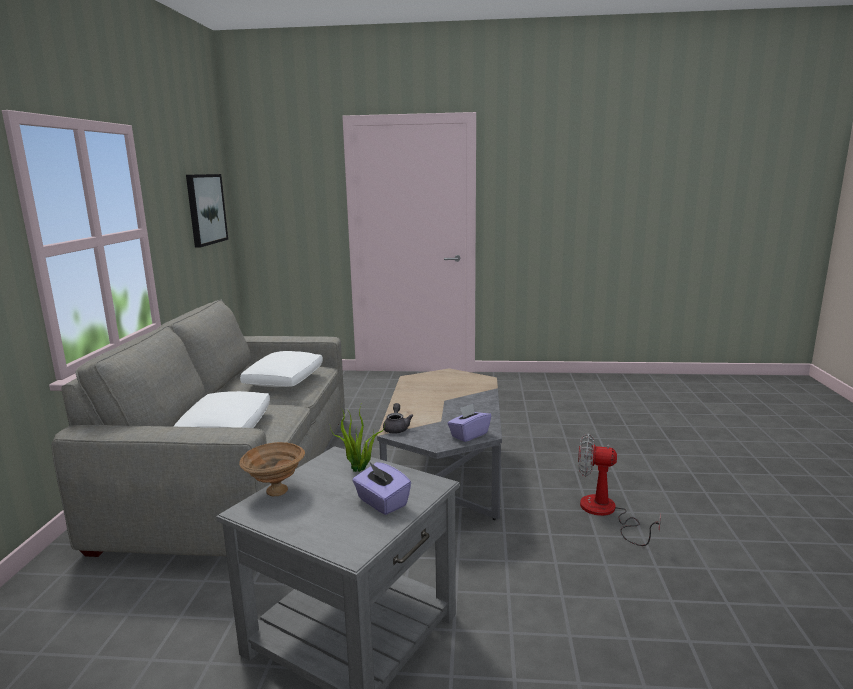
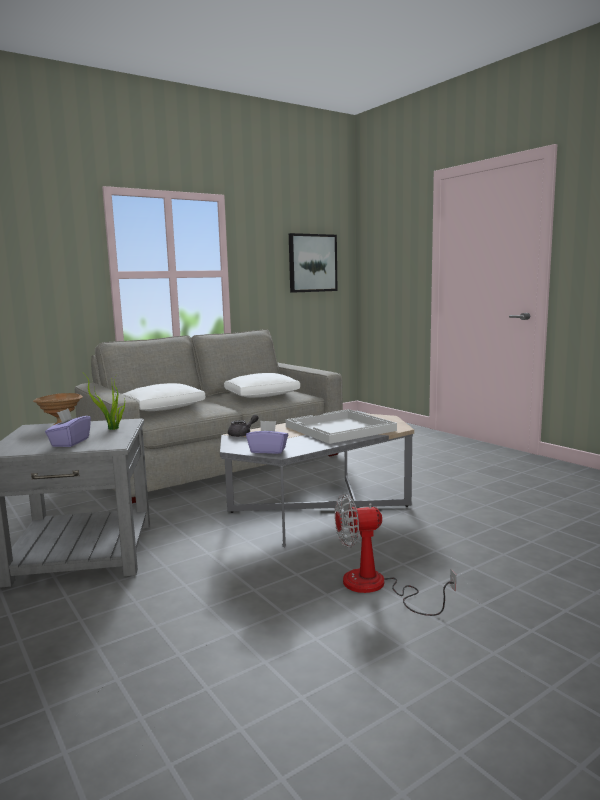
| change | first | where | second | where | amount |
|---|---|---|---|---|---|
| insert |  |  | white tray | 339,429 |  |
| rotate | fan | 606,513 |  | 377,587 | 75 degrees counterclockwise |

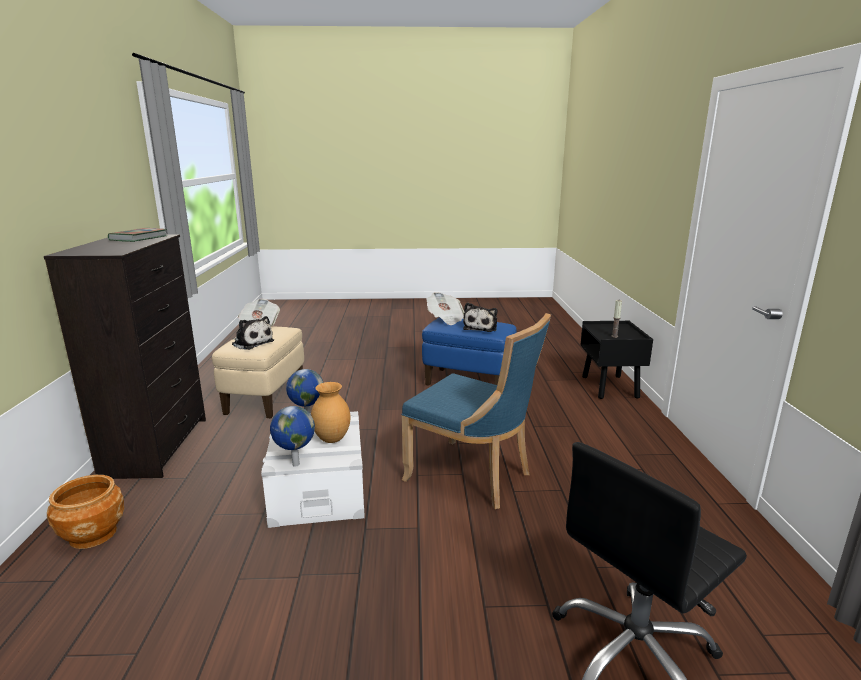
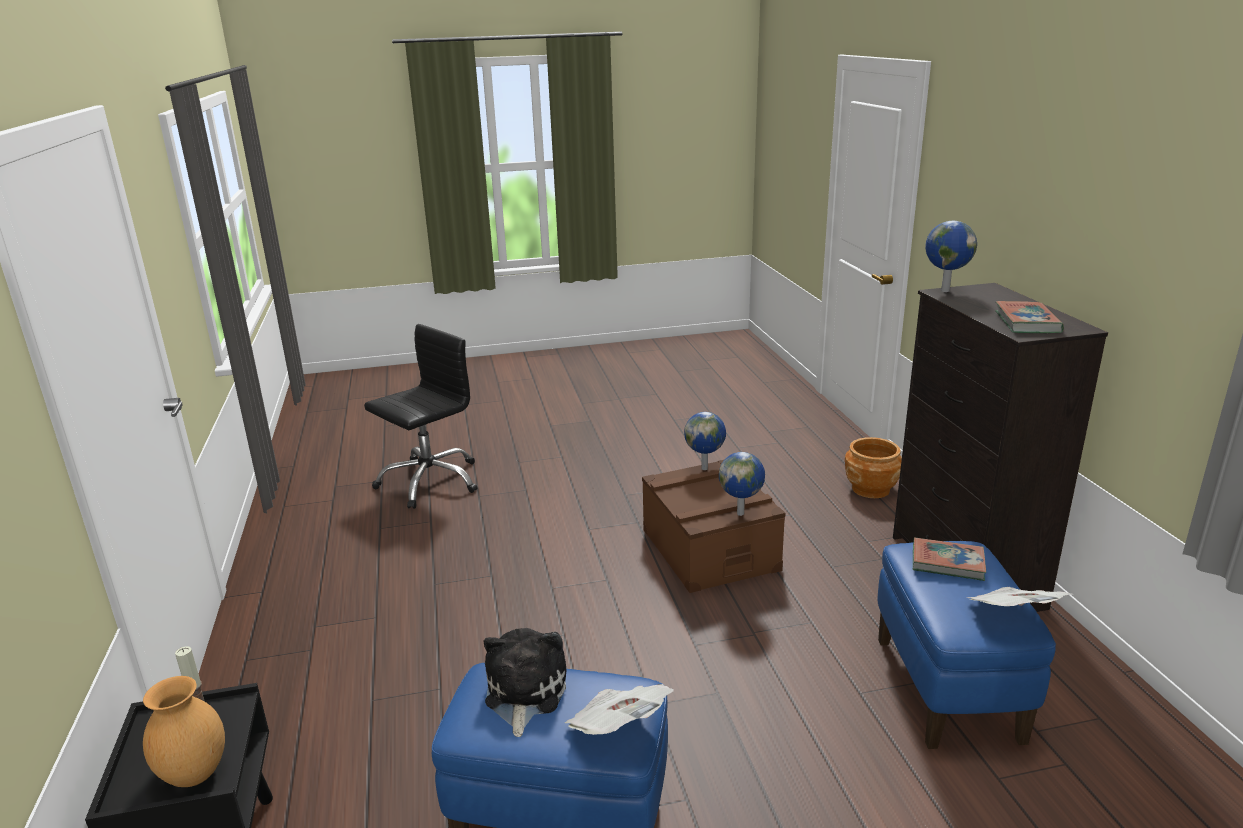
| change | first | where | second | where | amount |
|---|---|---|---|---|---|
| move | brown vase | 331,439 |  | 196,774 |  |
| recolor | white storage box | 319,489 | brown storage box | 709,549 |  |
| recolor | beige ottoman | 265,399 | blue ottoman | 946,688 |  |
| replace | plush toy | 251,343 | book | 947,563 |  |
| insert |  |  | globe | 944,290 |  |
| delete | blue chair | 473,476 |  |  |  |

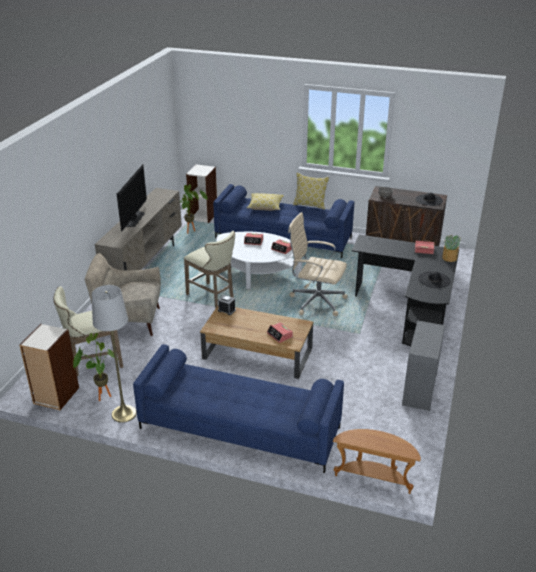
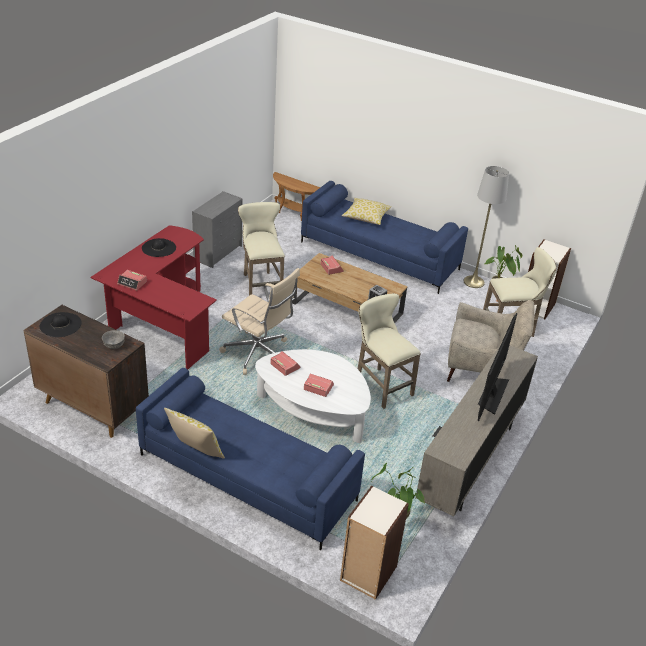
| change | first | where | second | where | amount |
|---|---|---|---|---|---|
| recolor | black desk | 410,310 | red desk | 161,322 |  |
| insert |  |  | beige stool | 261,284 |  |
| move | pillow | 265,207 |  | 366,217 |  |
| delete | potted plant | 449,258 |  |  |  |

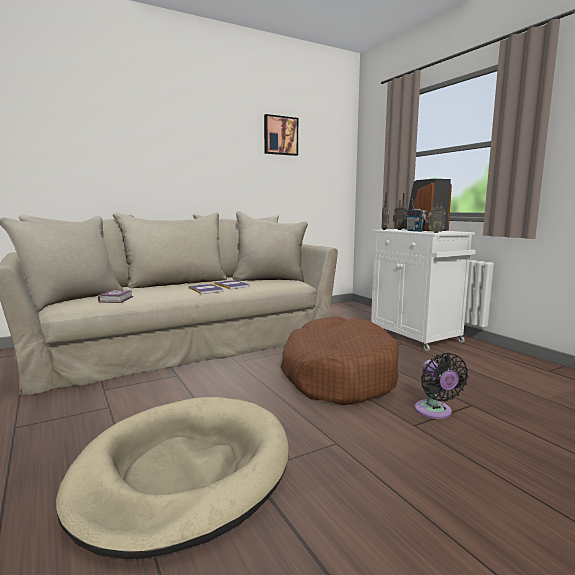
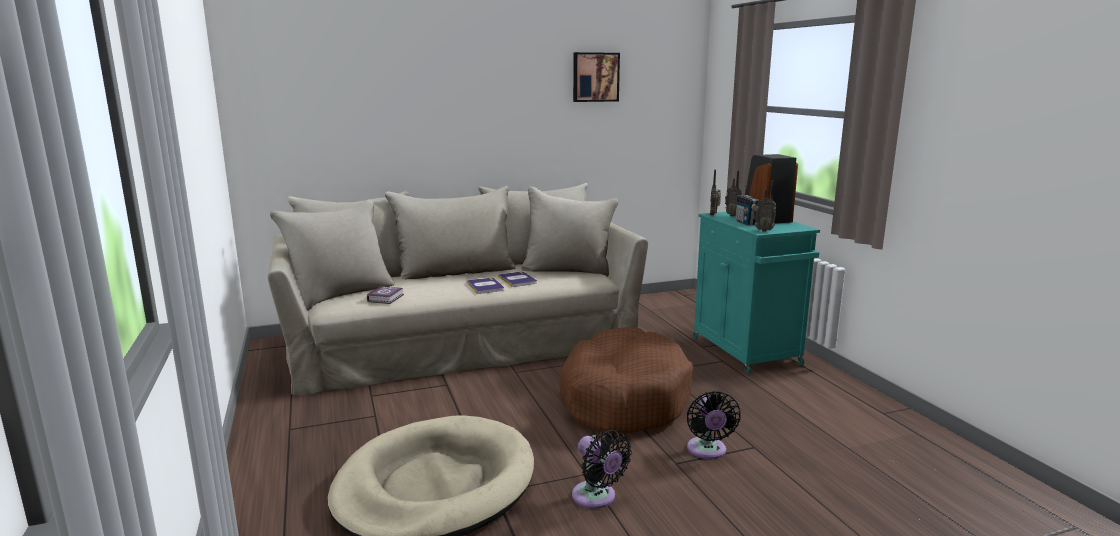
| change | first | where | second | where | amount |
|---|---|---|---|---|---|
| insert |  |  | black fan | 596,498 |  |
| recolor | white cabinet | 416,336 | turquoise cabinet | 747,352 |  |

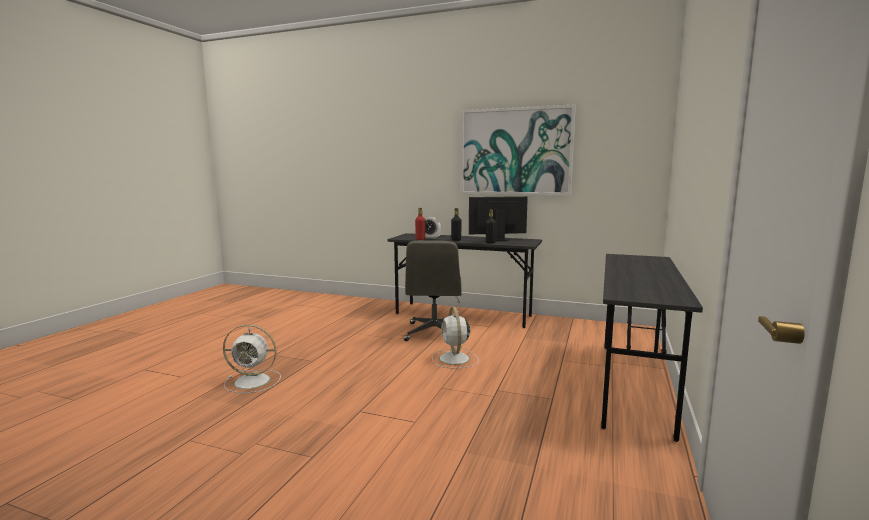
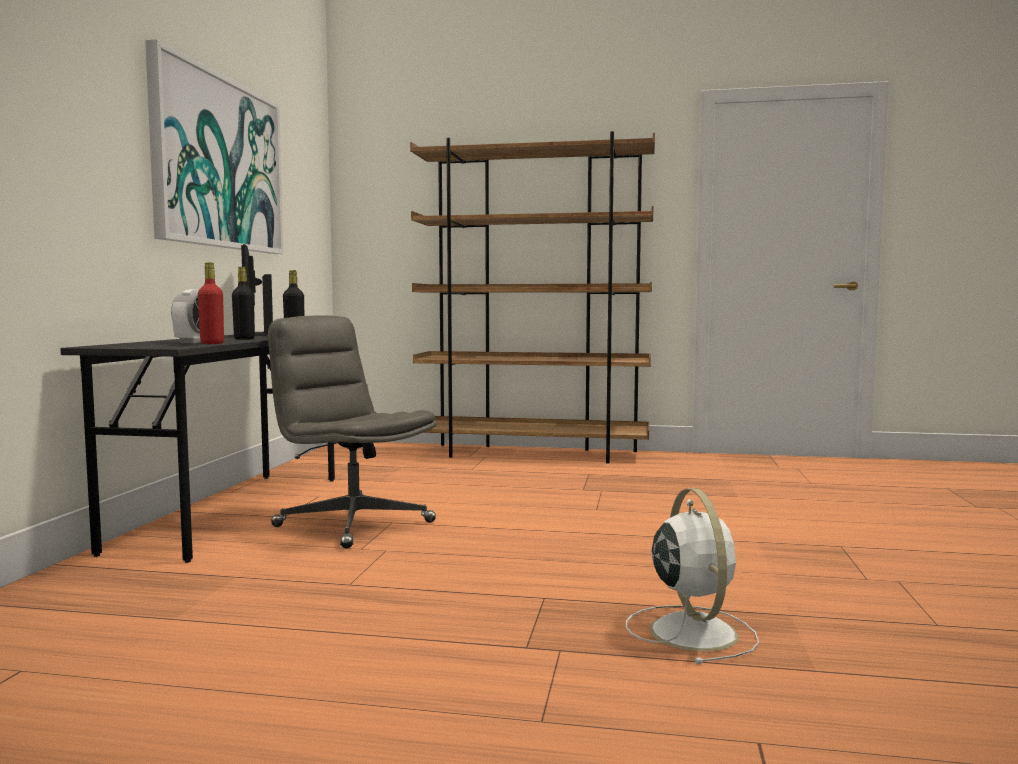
| change | first | where | second | where | amount |
|---|---|---|---|---|---|
| rotate | grey office chair | 434,333 |  | 352,524 | 135 degrees counterclockwise |
| replace | grey desk | 634,385 | brown bookcase | 533,454 |  |
| delete | white fan | 454,359 |  |  |  |

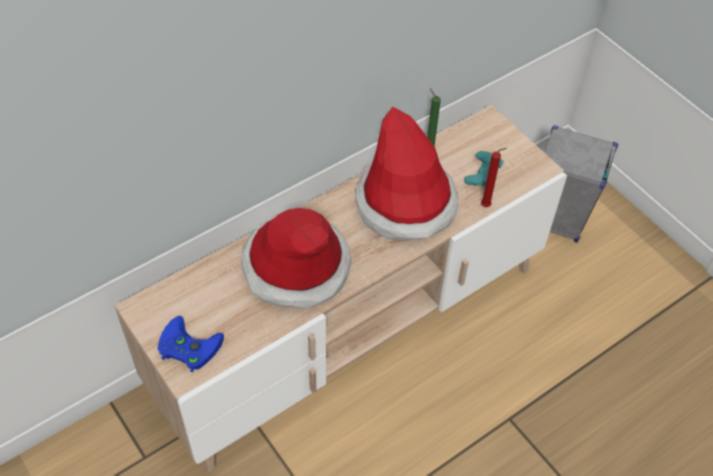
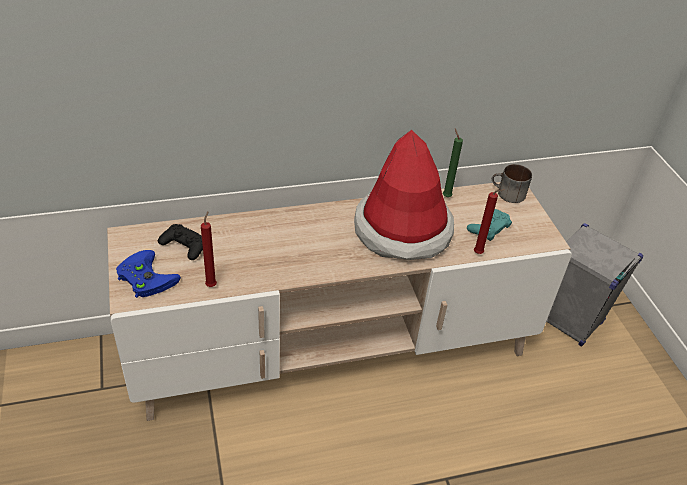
| change | first | where | second | where | amount |
|---|---|---|---|---|---|
| insert |  |  | black game controller | 184,245 |  |
| insert |  |  | red candle | 212,284 |  |
| insert |  |  | mug | 507,194 |  |
| delete | hat | 296,266 |  |  |  |

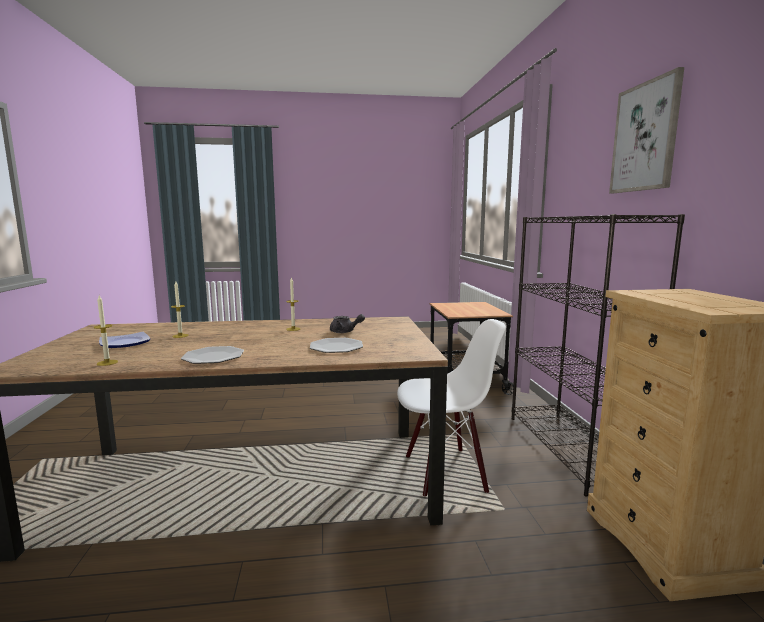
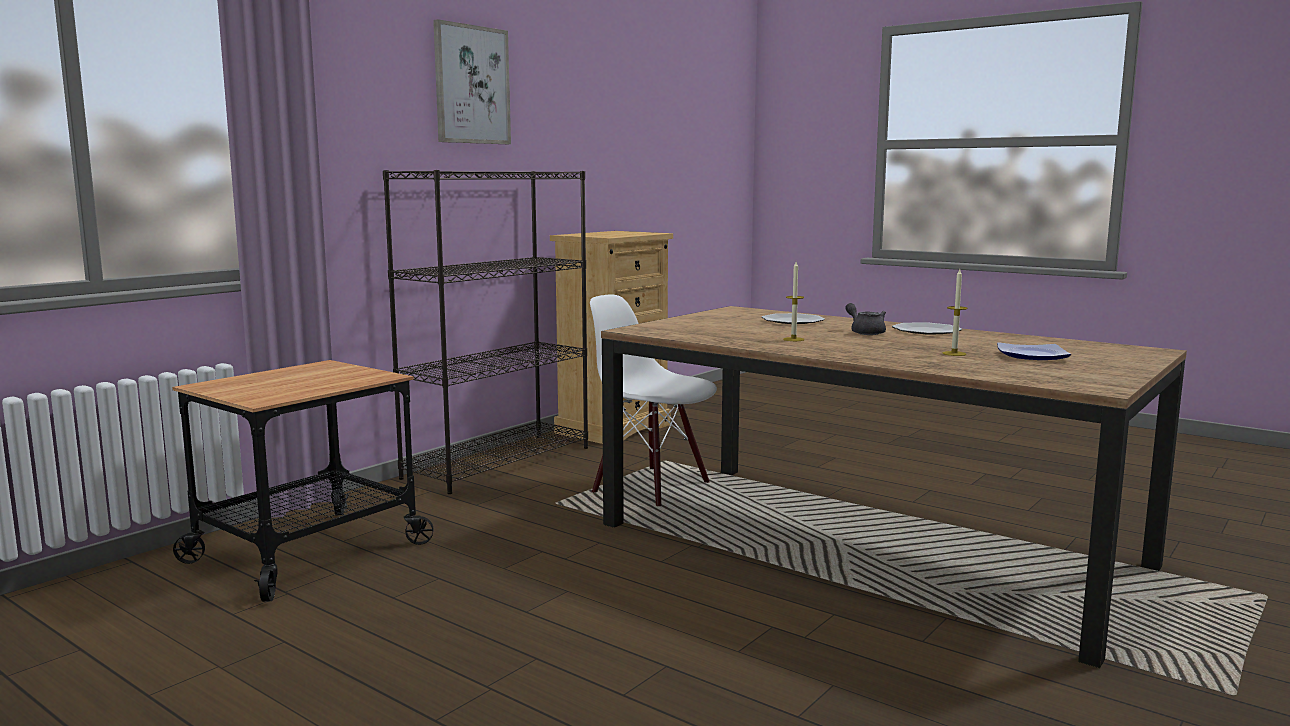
| change | first | where | second | where | amount |
|---|---|---|---|---|---|
| move | grey teapot | 345,332 |  | 865,332 |  |
| delete | candle | 107,363 |  |  |  |

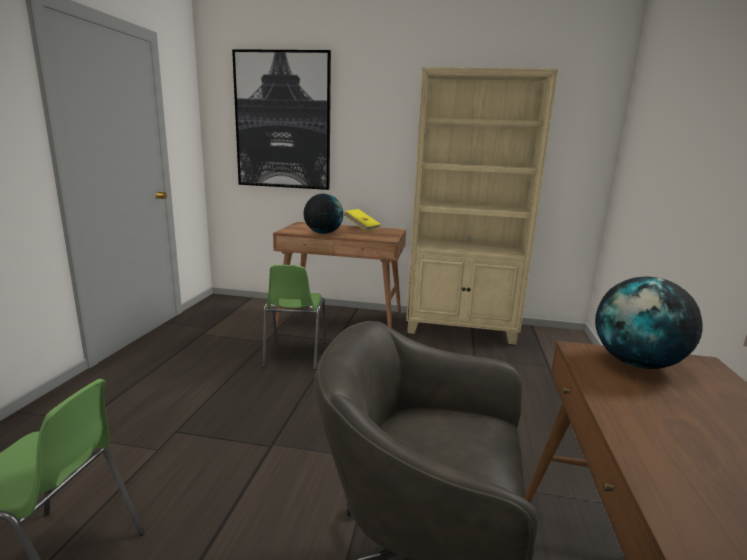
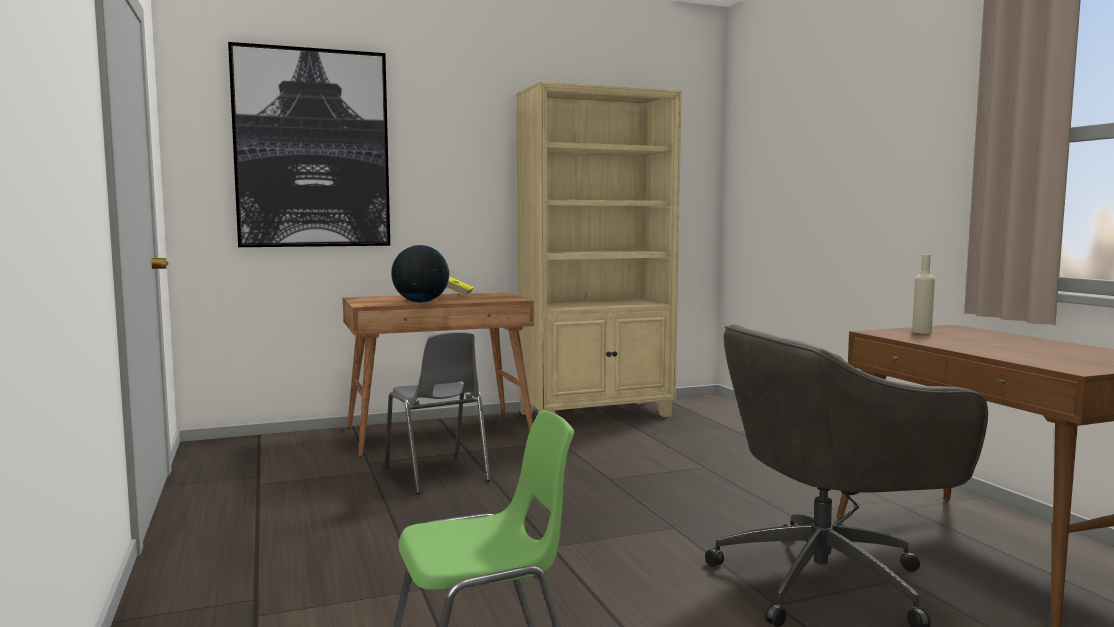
| change | first | where | second | where | amount |
|---|---|---|---|---|---|
| recolor | green chair | 294,354 | grey chair | 437,474 |  |
| replace | globe | 637,363 | beige bottle | 921,332 |  |

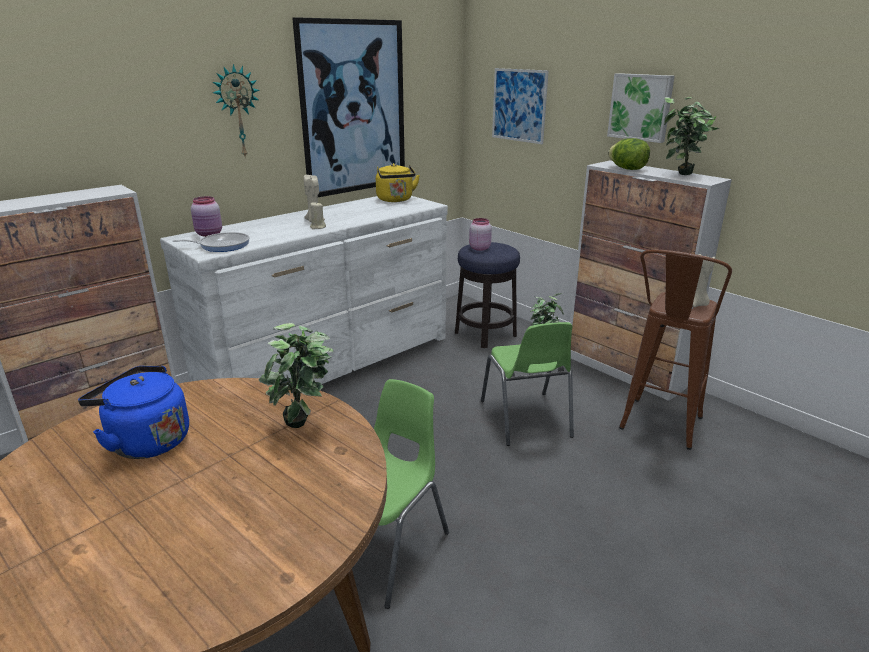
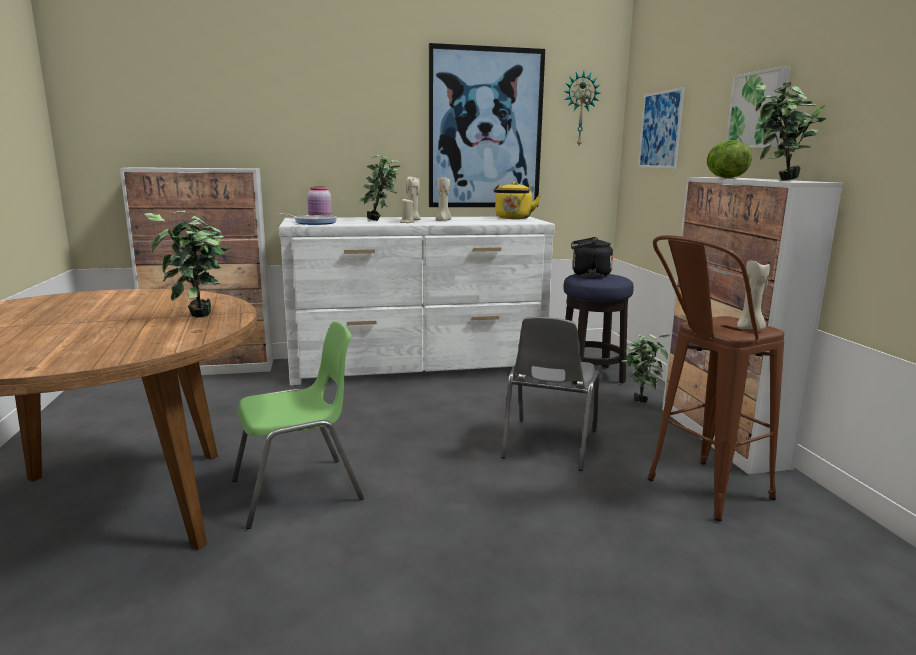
| change | first | where | second | where | amount |
|---|---|---|---|---|---|
| insert |  |  | potted plant | 381,220 |  |
| insert |  |  | beige candle | 443,220 |  |
| recolor | green chair | 526,419 | grey chair | 548,444 |  |
| move | wall clock | 237,112 |  | 580,109 |  |
| replace | pink jar | 479,248 | black kettle | 588,275 |  |
| delete | blue kettle | 146,441 |  |  |  |

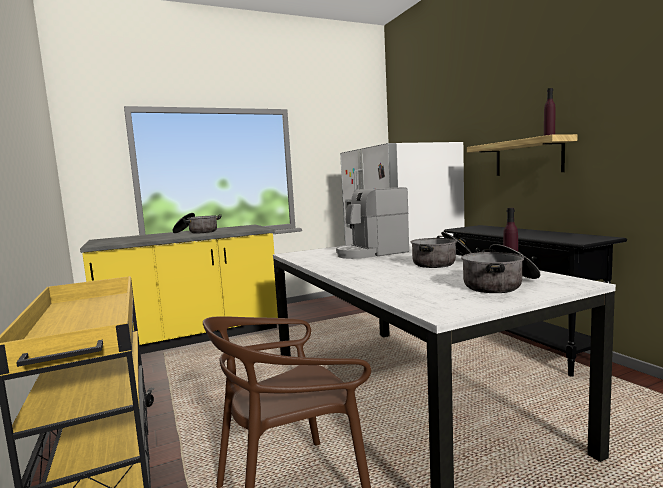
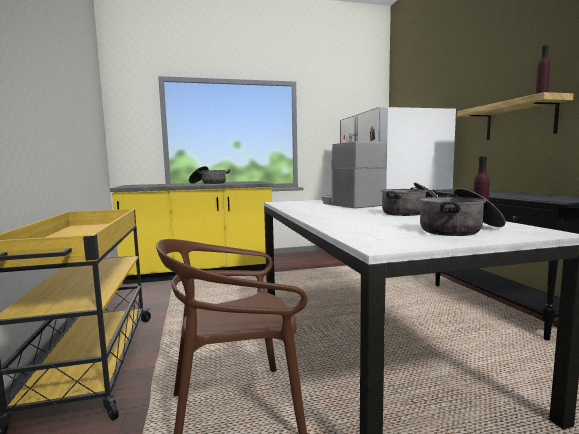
| change | first | where | second | where | amount |
|---|---|---|---|---|---|
| rotate | coffee machine | 371,253 |  | 350,204 | 75 degrees clockwise |

